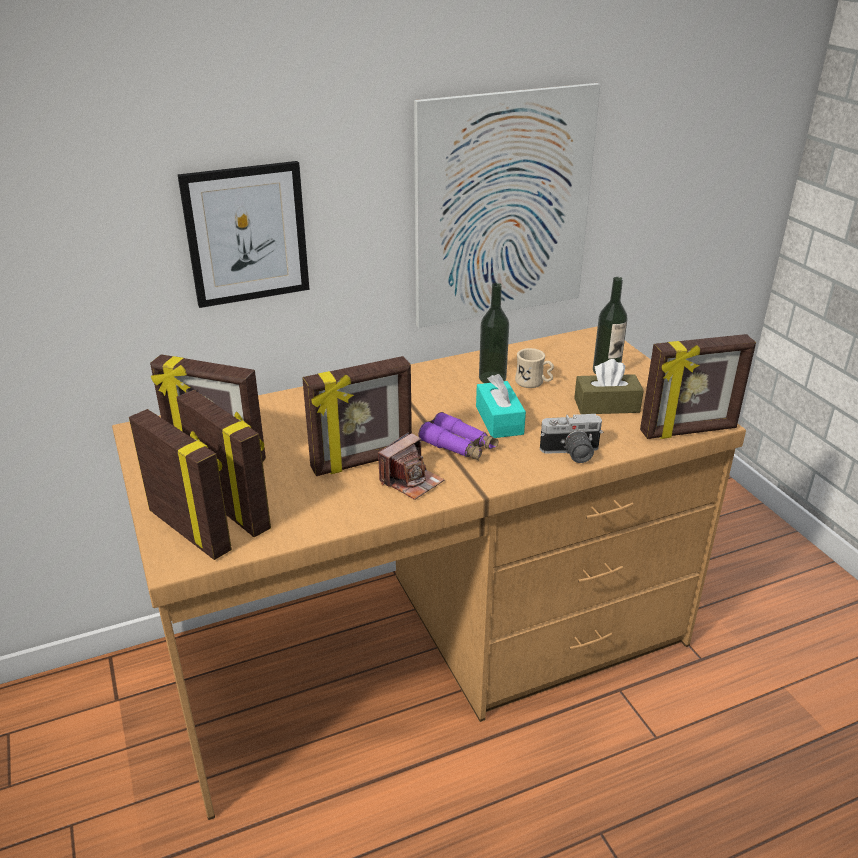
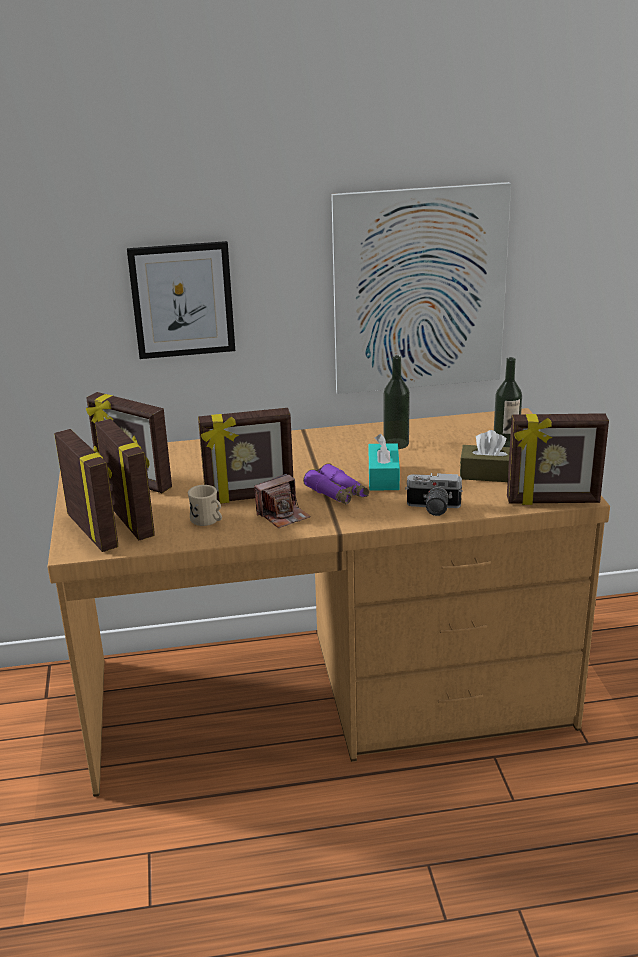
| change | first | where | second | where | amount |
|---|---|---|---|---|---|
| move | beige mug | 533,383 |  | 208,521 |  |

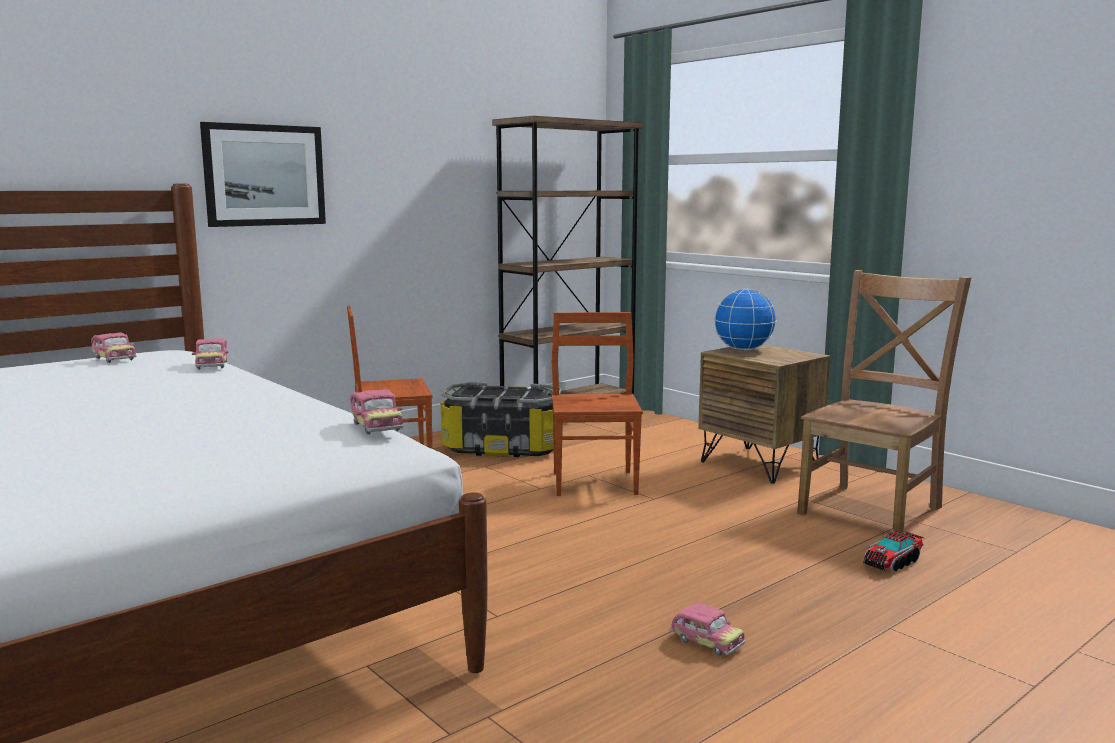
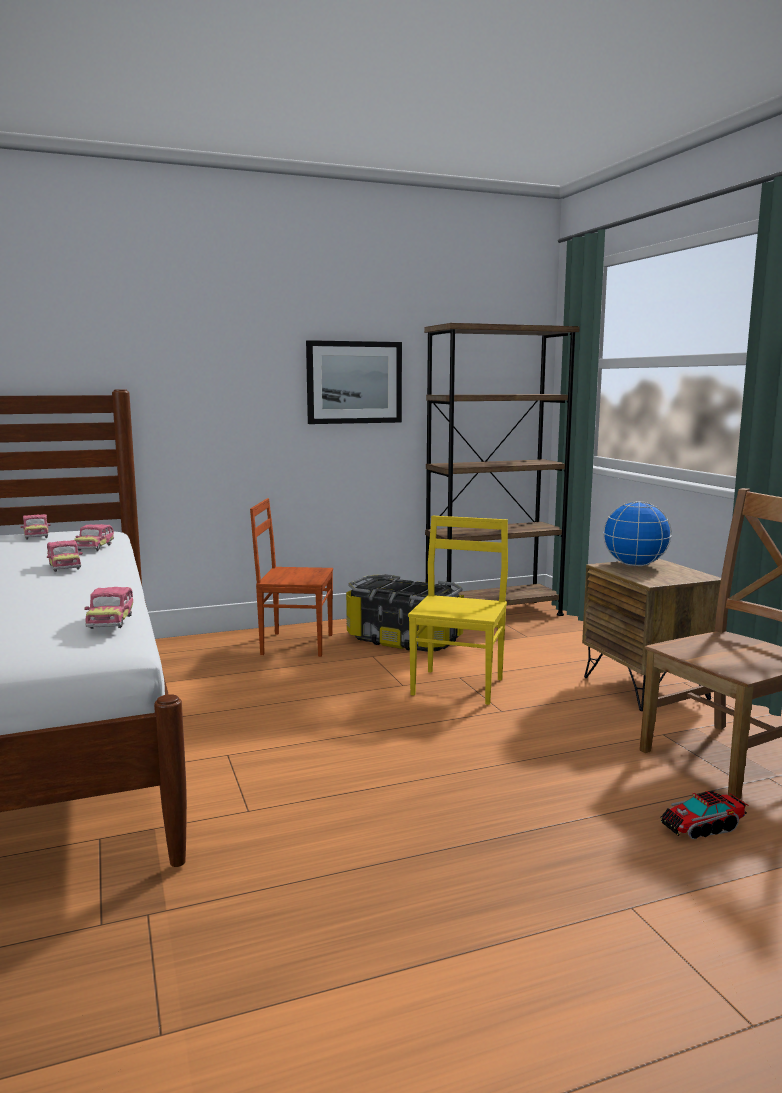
| change | first | where | second | where | amount |
|---|---|---|---|---|---|
| move | toy car | 706,642 |  | 64,567 |  |
| move | picture | 264,175 |  | 354,382 |  |
| recolor | brown chair | 596,483 | yellow chair | 459,686 |  |

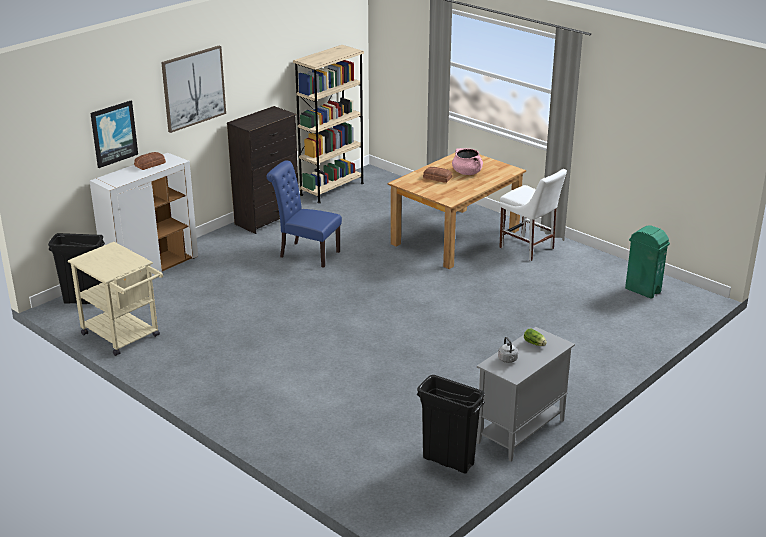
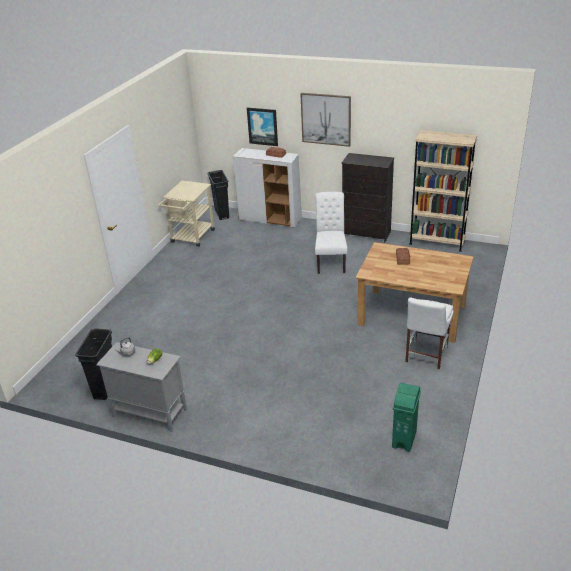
| change | first | where | second | where | amount |
|---|---|---|---|---|---|
| recolor | blue chair | 306,254 | white chair | 331,261 |  |
| delete | pink cooking pot | 467,173 |  |  |  |

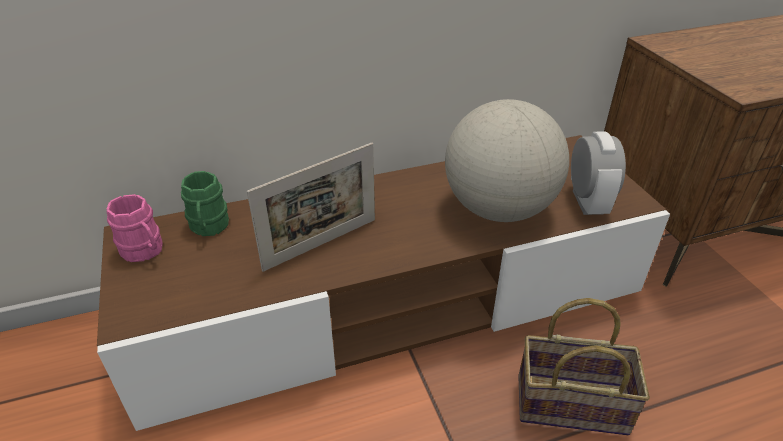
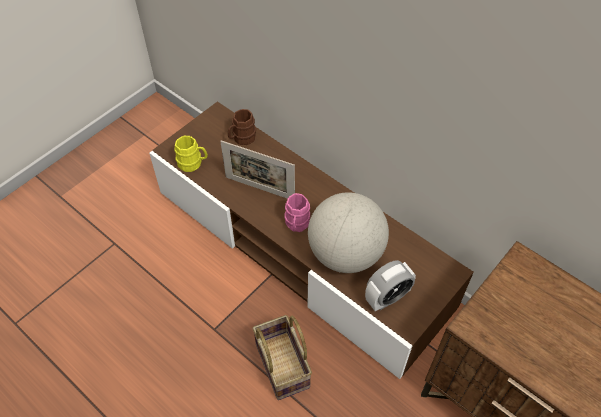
| change | first | where | second | where | amount |
|---|---|---|---|---|---|
| insert |  |  | yellow mug | 193,163 |  |
| recolor | green mug | 209,227 | brown mug | 242,138 |  |
| move | pink mug | 145,251 |  | 296,224 |  |

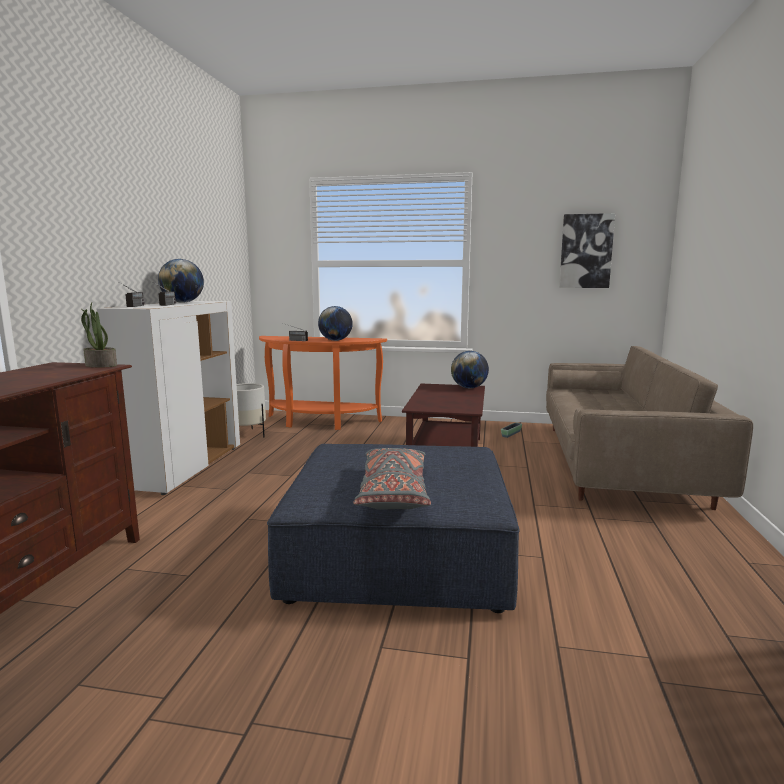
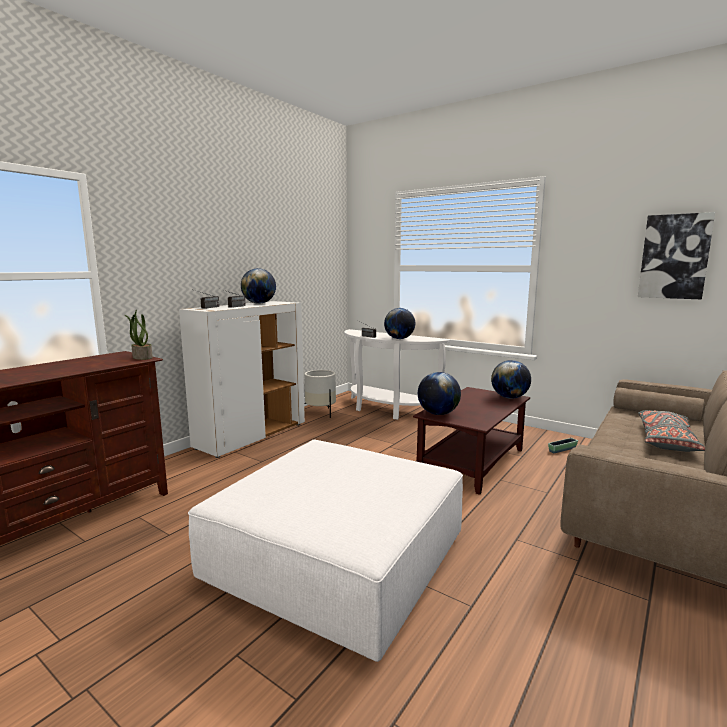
| change | first | where | second | where | amount |
|---|---|---|---|---|---|
| recolor | blue ottoman | 399,552 | white ottoman | 338,558 |  |
| recolor | orange console table | 319,422 | white console table | 386,409 |  |
| insert |  |  | globe | 438,414 |  |
| move | grey pillow | 394,492 |  | 666,440 |  |

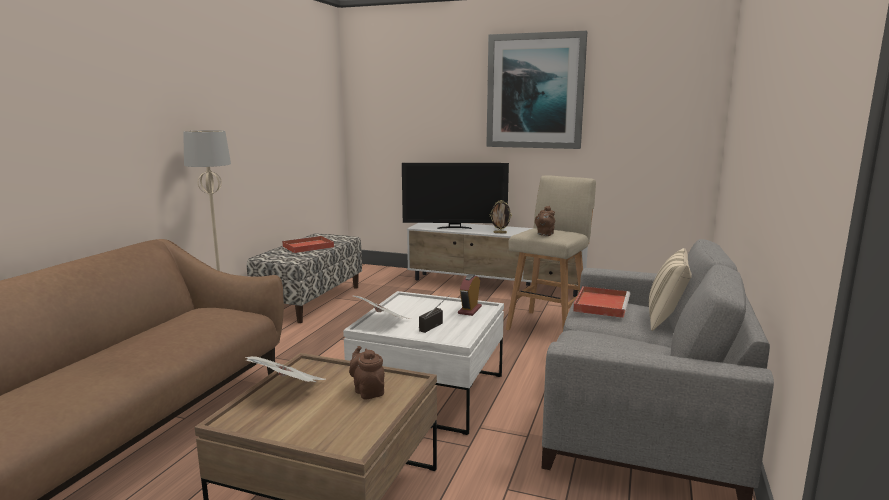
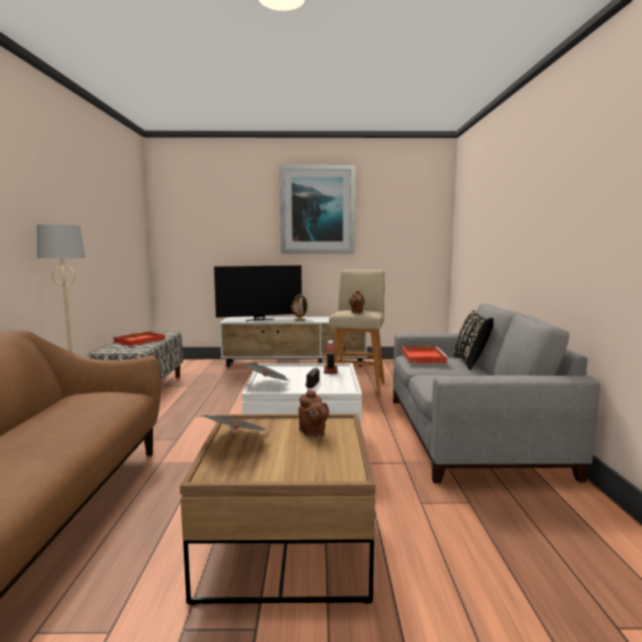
| change | first | where | second | where | amount |
|---|---|---|---|---|---|
| rotate | brown teapot | 368,391 |  | 313,433 | 150 degrees counterclockwise |
| recolor | beige pillow | 667,320 | black pillow | 471,363 |  |

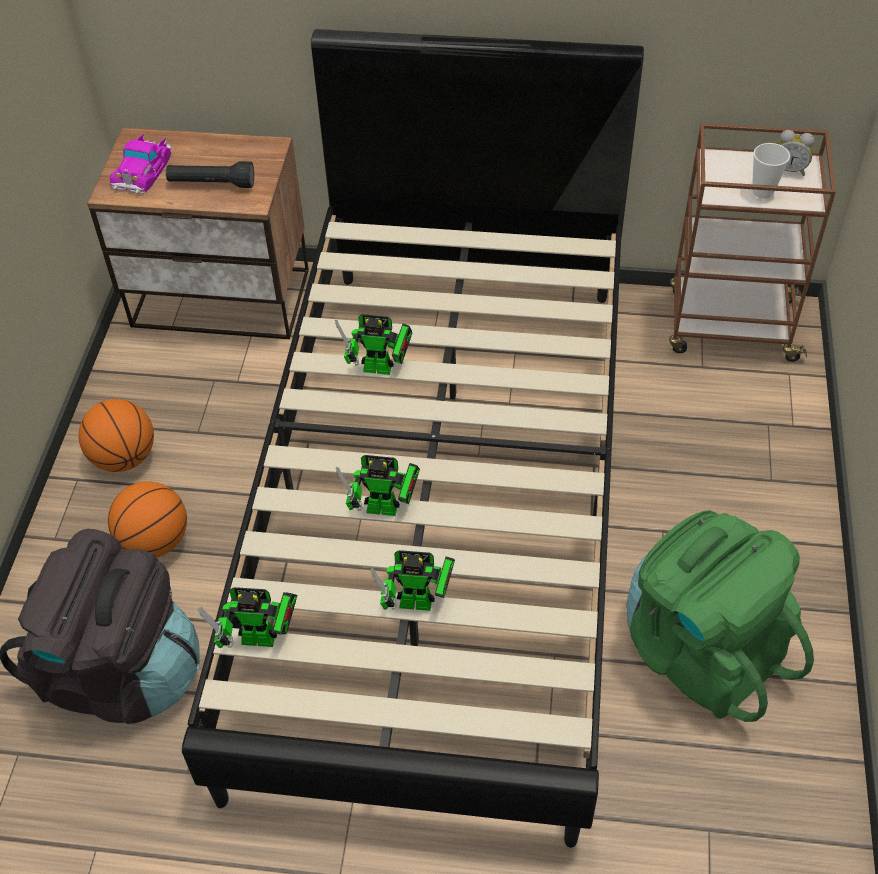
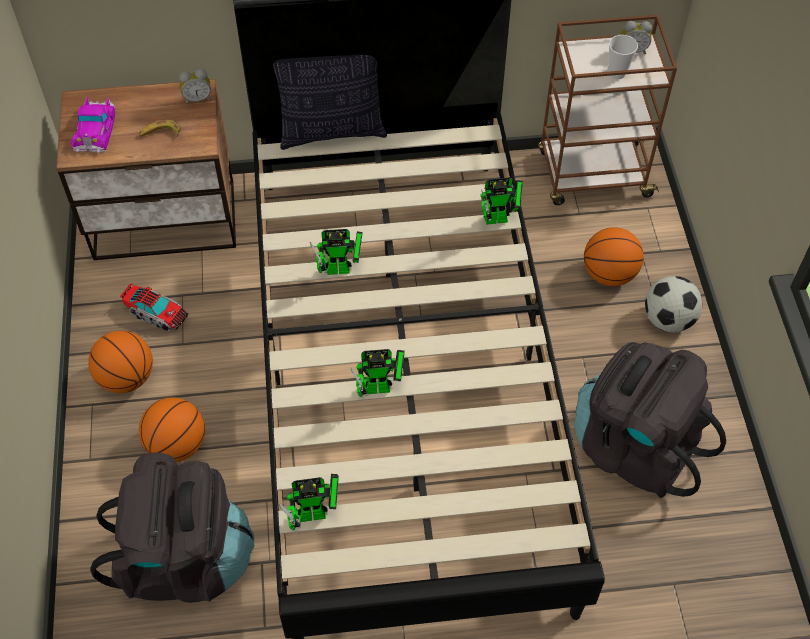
| change | first | where | second | where | amount |
|---|---|---|---|---|---|
| insert |  |  | toy truck | 156,313 |  |
| replace | black flashlight | 211,184 | banana | 160,133 |  |
| insert |  |  | alarm clock | 197,98 |  |
| insert |  |  | pillow | 332,132 |  |
| move | toy robot | 421,603 |  | 500,218 |  |
| recolor | green backpack | 701,650 | black backpack | 635,447 |  |
| insert |  |  | basketball | 609,274 |  |
| insert |  |  | football | 668,319 |  |

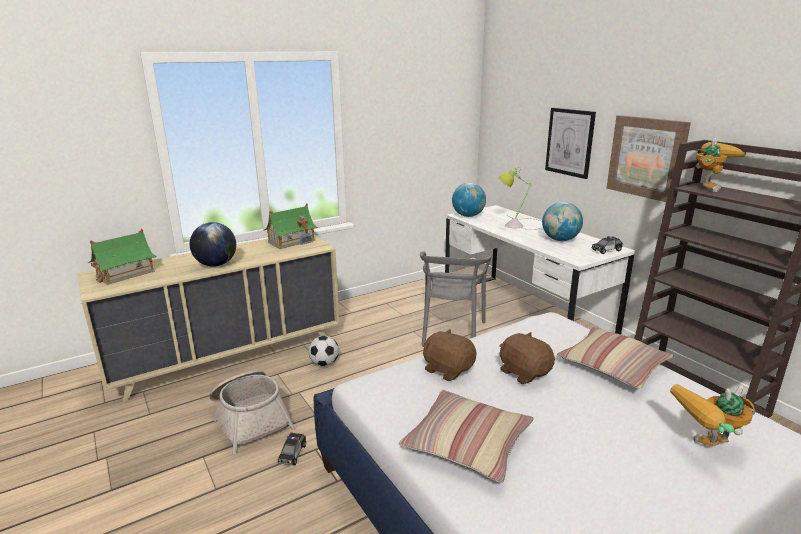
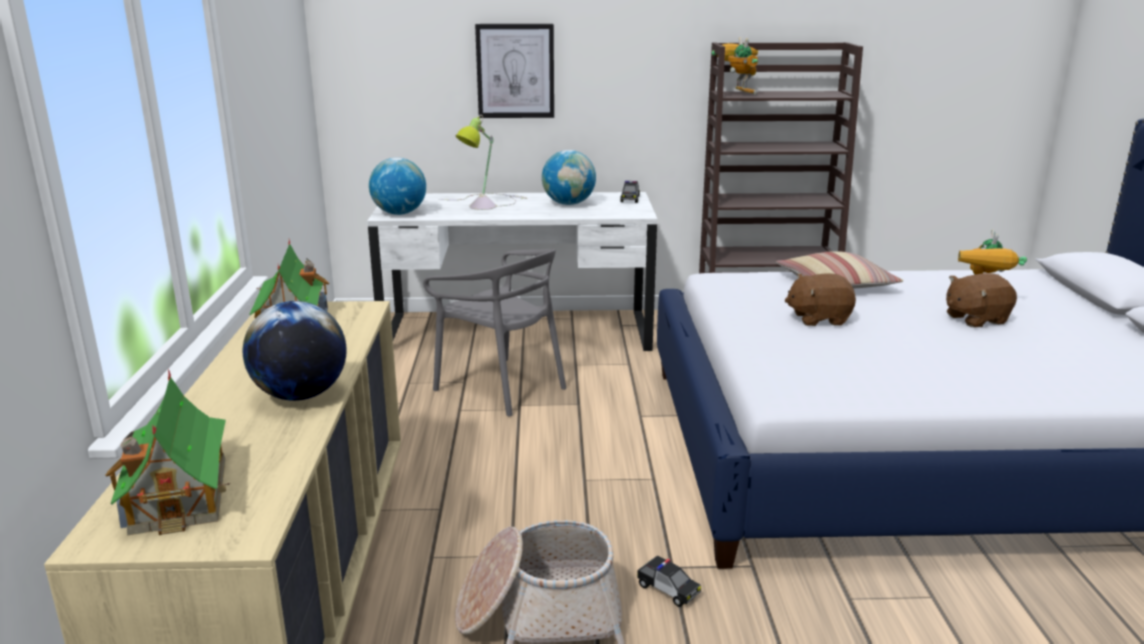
| change | first | where | second | where | amount |
|---|---|---|---|---|---|
| move | brown plush toy | 448,369 |  | 975,319 |  |
| delete | football | 324,363 |  |  |  |
| delete | pillow | 467,443 |  |  |  |
| delete | picture | 646,157 |  |  |  |

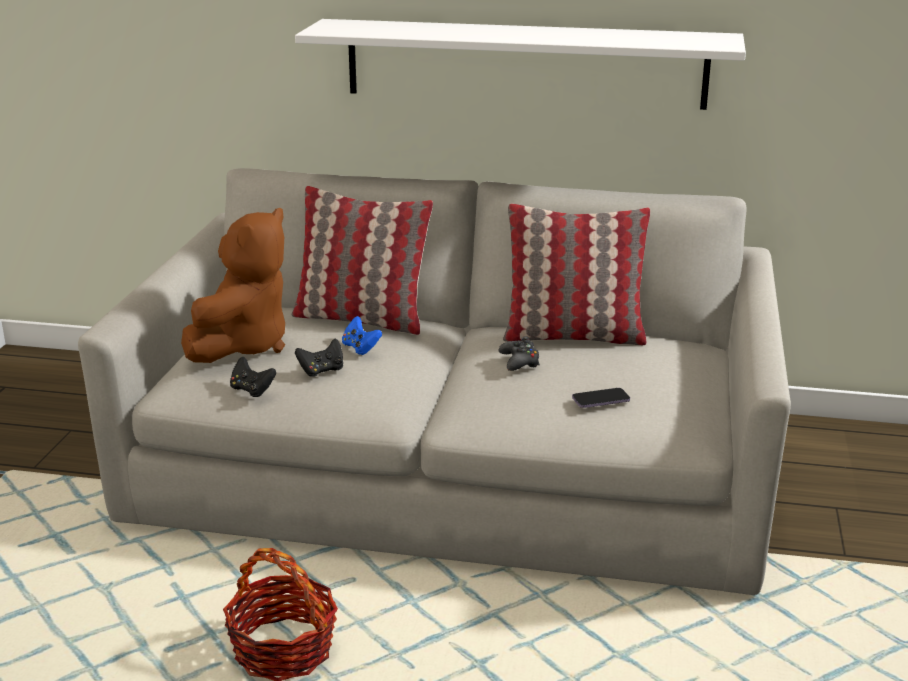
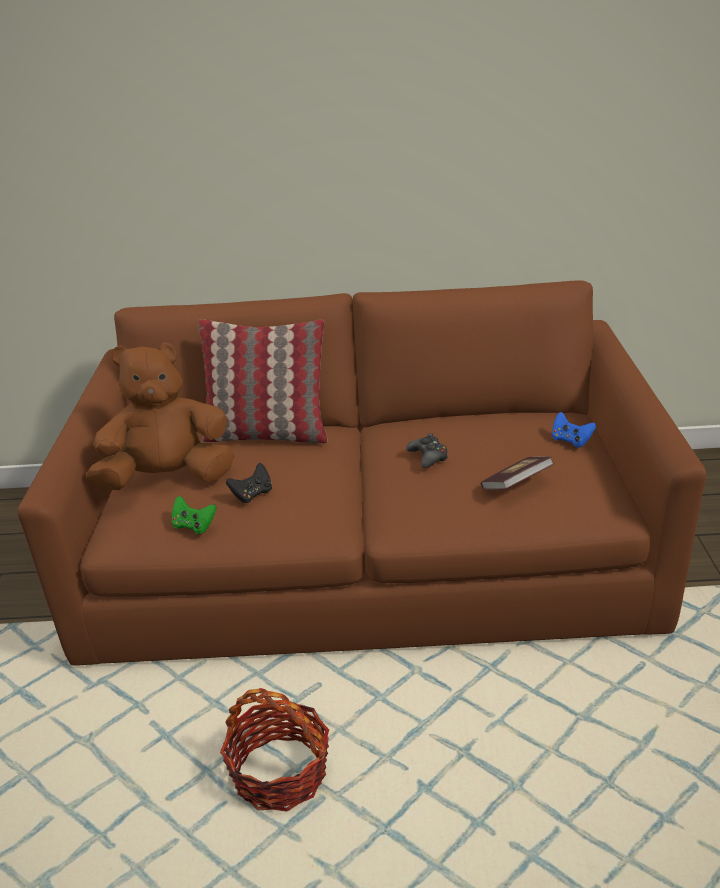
| change | first | where | second | where | amount |
|---|---|---|---|---|---|
| recolor | grey sofa | 456,467 | brown sofa | 369,551 |  |
| rotate | brown plush toy | 243,345 |  | 168,479 | 120 degrees counterclockwise |
| recolor | black game controller | 252,390 | green game controller | 194,526 |  |
| replace | phone | 600,400 | book | 516,485 |  |
| move | blue game controller | 360,348 |  | 571,441 |  |
| delete | white shelf | 524,63 |  |  |  |
| delete | pillow | 573,336 |  |  |  |

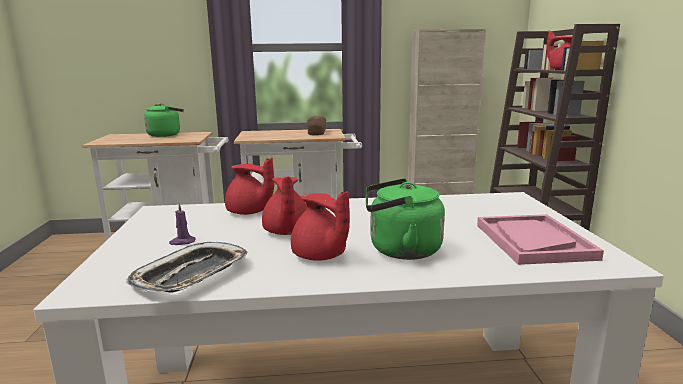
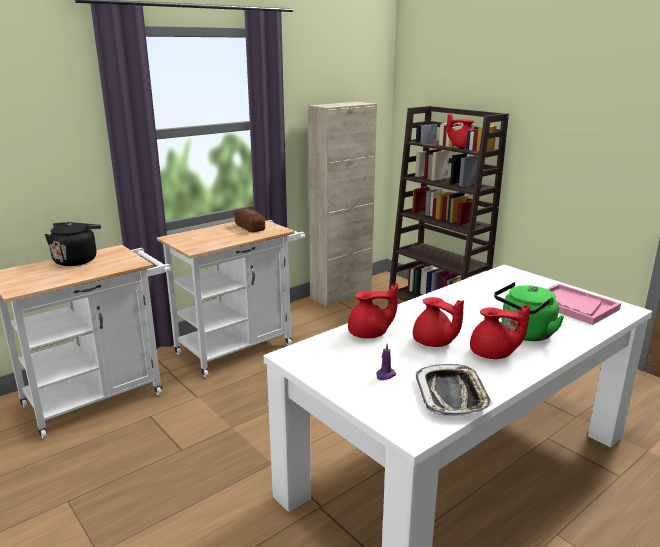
| change | first | where | second | where | amount |
|---|---|---|---|---|---|
| recolor | green kettle | 166,135 | black kettle | 77,260 |  |

